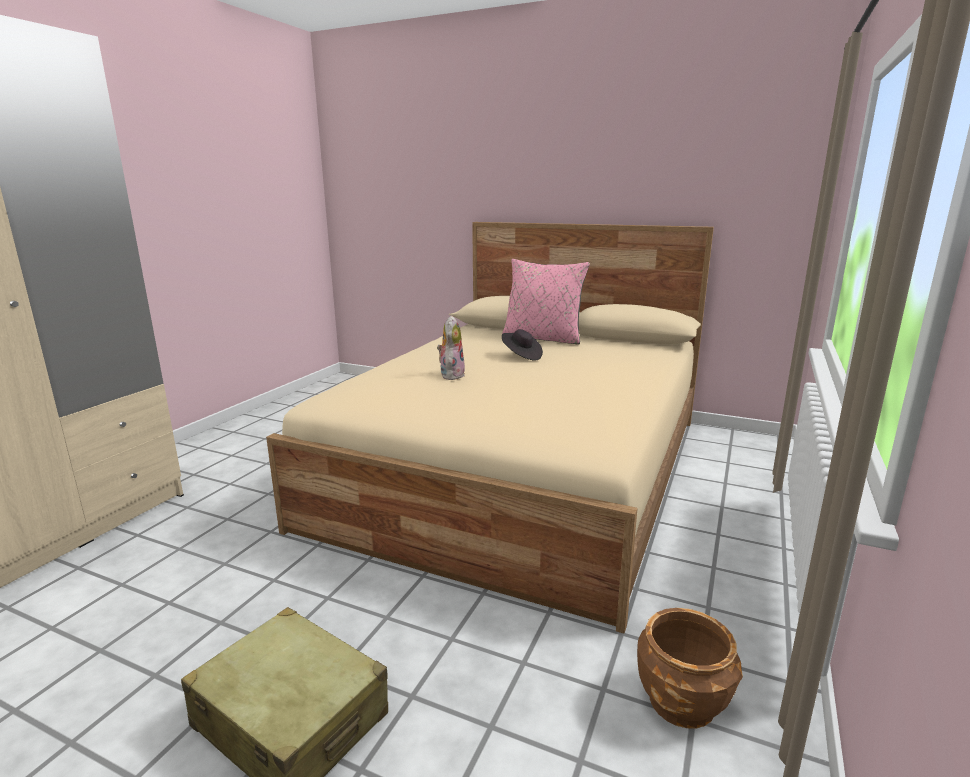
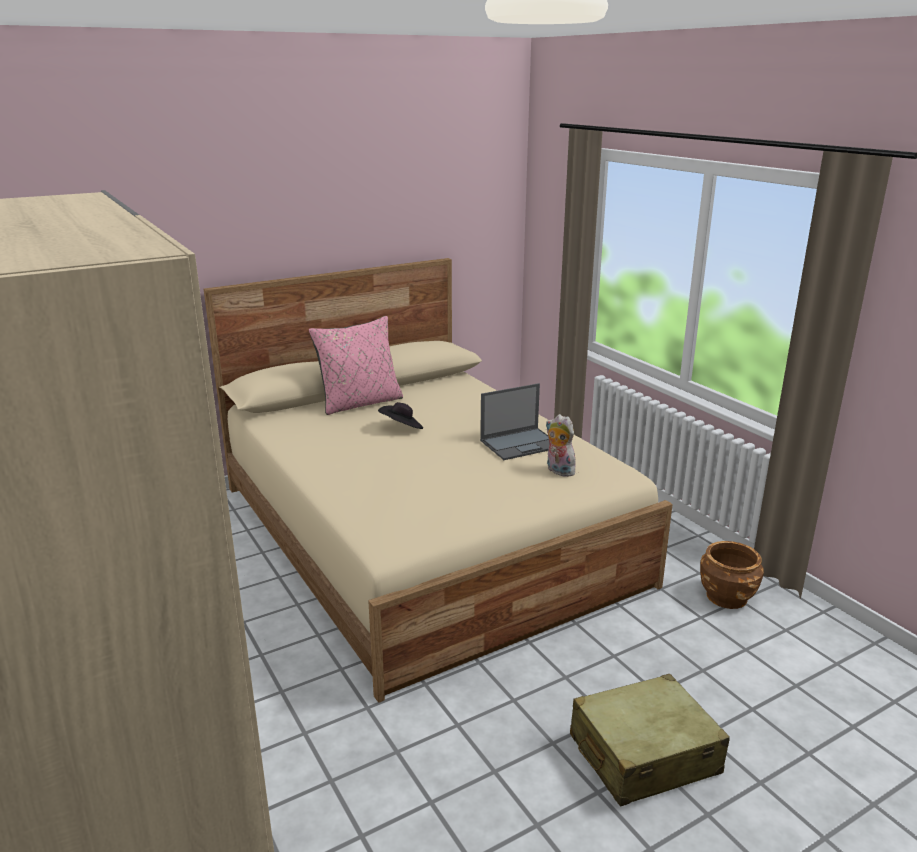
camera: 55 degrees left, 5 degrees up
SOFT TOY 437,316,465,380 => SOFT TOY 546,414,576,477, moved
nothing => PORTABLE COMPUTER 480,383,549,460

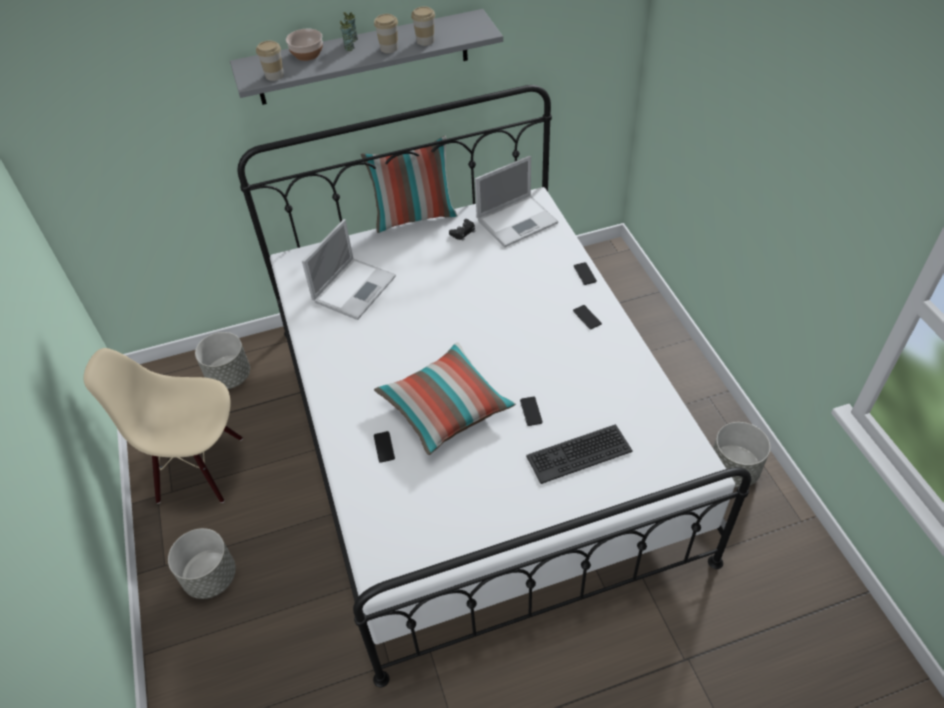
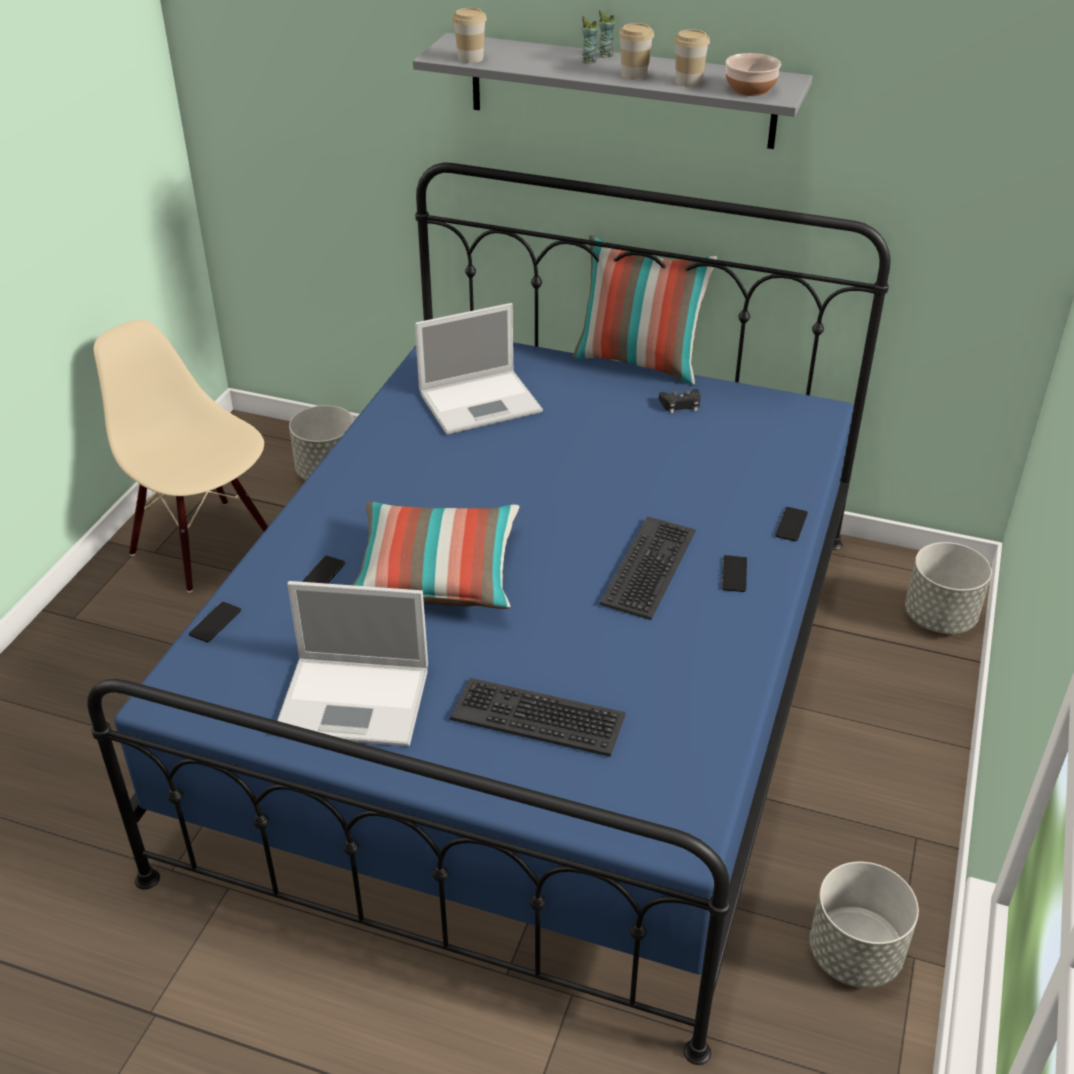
camera: 35 degrees right, 10 degrees down
SERVING BOWL 286,29,323,61 => SERVING BOWL 725,53,781,96, moved
WHITE BEDROOM BED 237,85,751,687 => BLUE BEDROOM BED 87,163,891,1065
PORTABLE COMPUTER 475,156,558,247 => PORTABLE COMPUTER 277,581,428,746, moved
PHONE 520,397,543,426 => PHONE 189,602,241,642, moved
GRAY PLANTER 168,528,236,599 => GRAY PLANTER 905,542,992,634, moved
nothing => PC KEYBOARD 600,516,696,620

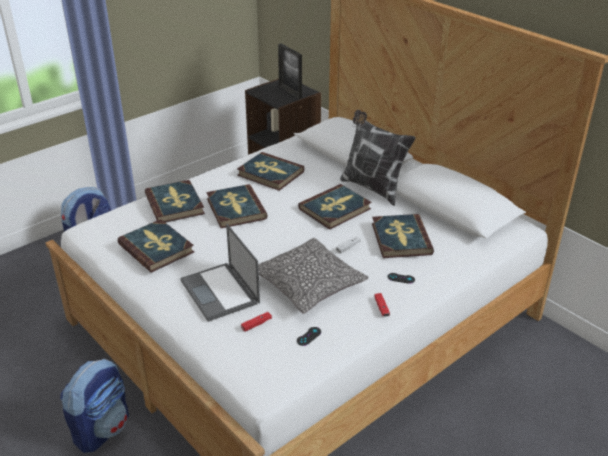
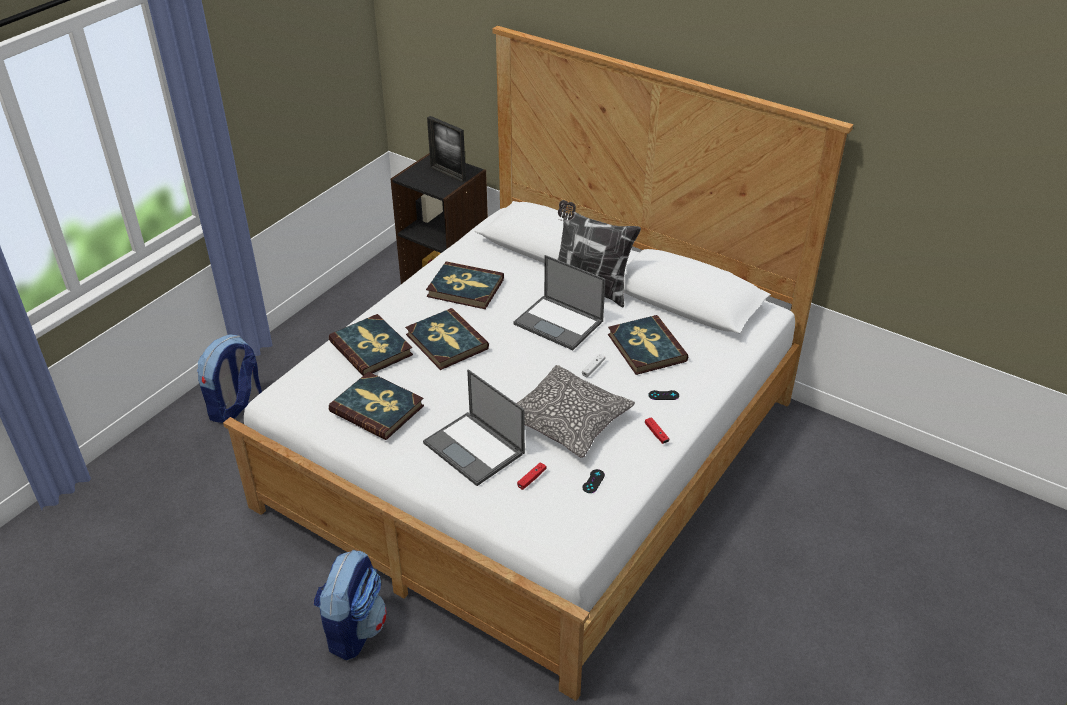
camera: 15 degrees left, 5 degrees up
VOLUME 298,184,371,230 => PORTABLE COMPUTER 513,255,605,350

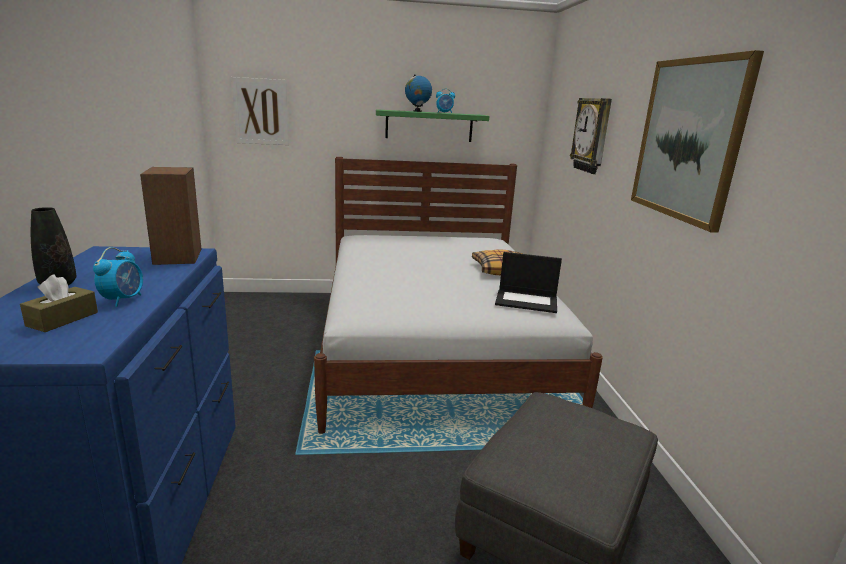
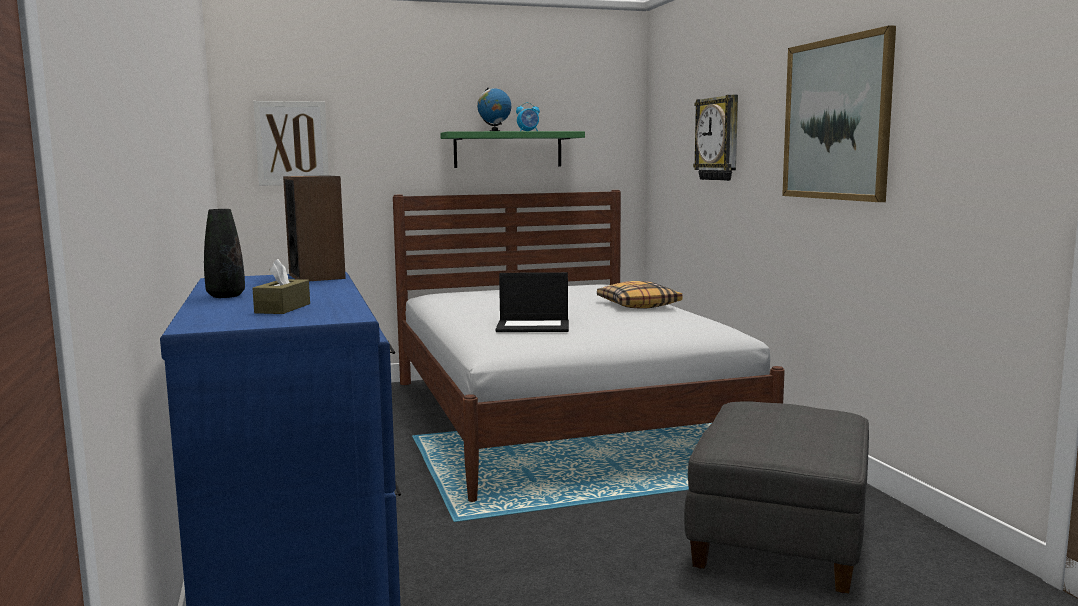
camera: 10 degrees left, 10 degrees down
TABLE CLOCK 93,247,143,307 => nothing
PORTABLE COMPUTER 495,252,562,313 => PORTABLE COMPUTER 495,272,569,332, moved

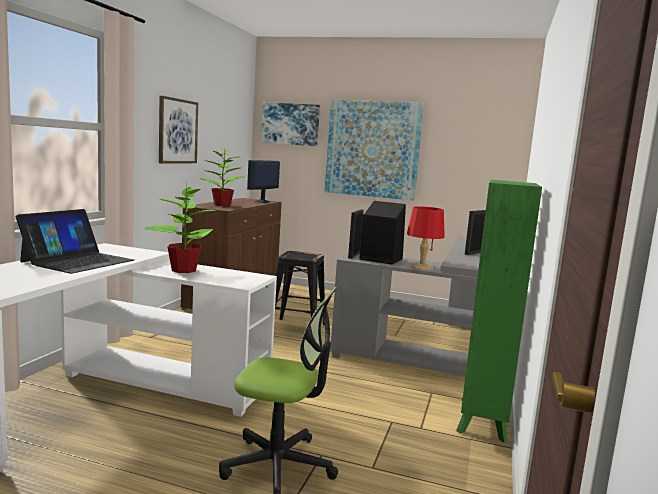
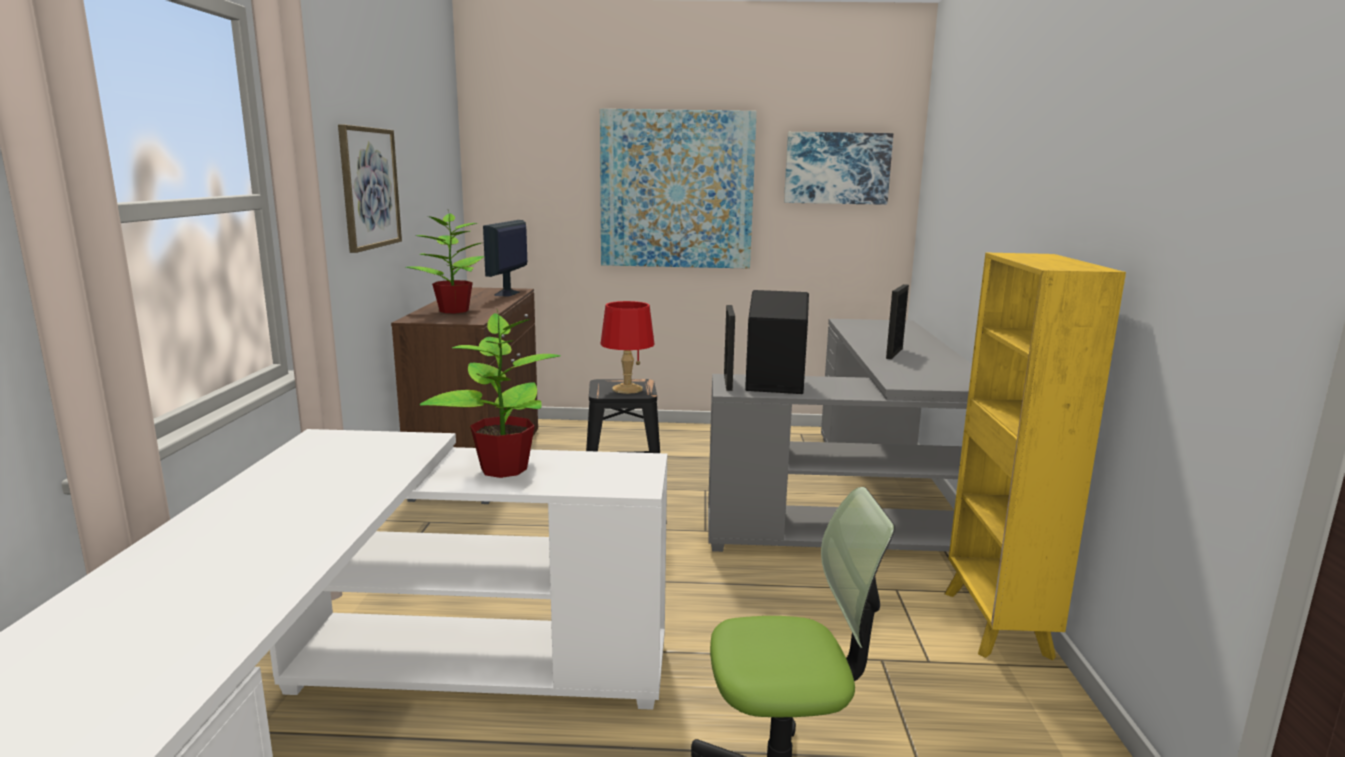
camera: 15 degrees left, 5 degrees up
PICTURE 261,102,320,146 => PICTURE 784,132,893,205, moved
GREEN-COLOURED SHELVING UNIT 456,180,542,443 => YELLOWISH SHELVING UNIT 944,253,1126,660
RED-COLOURED LAMP FOR A TABLE 407,206,445,270 => RED-COLOURED LAMP FOR A TABLE 600,301,654,394, moved
PORTABLE COMPUTER 16,209,134,274 => nothing

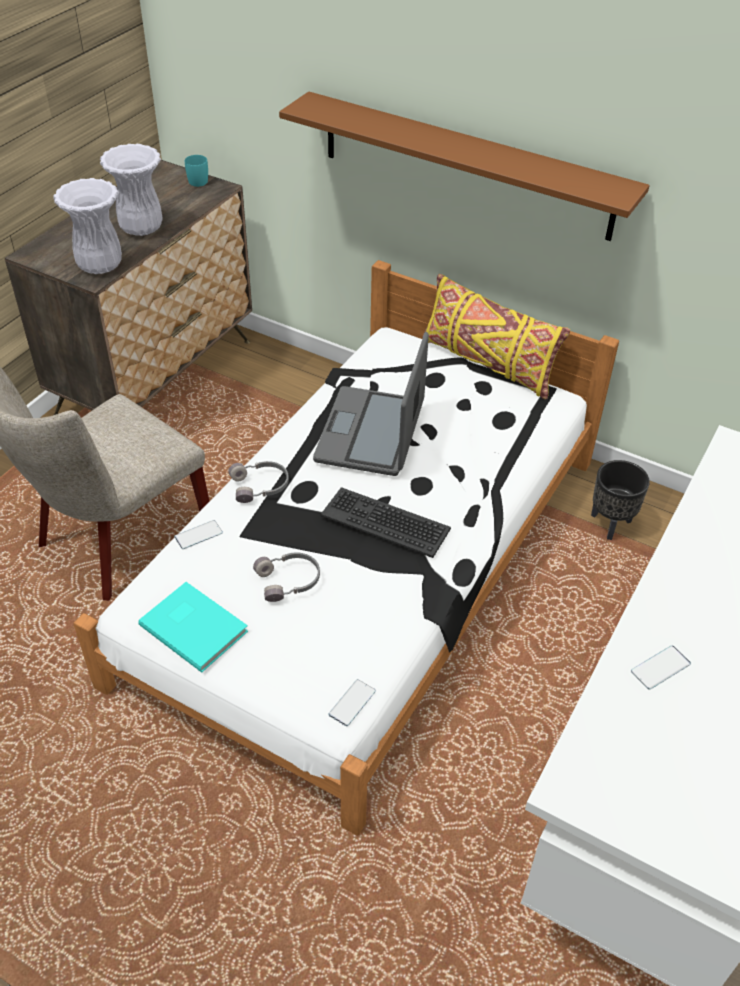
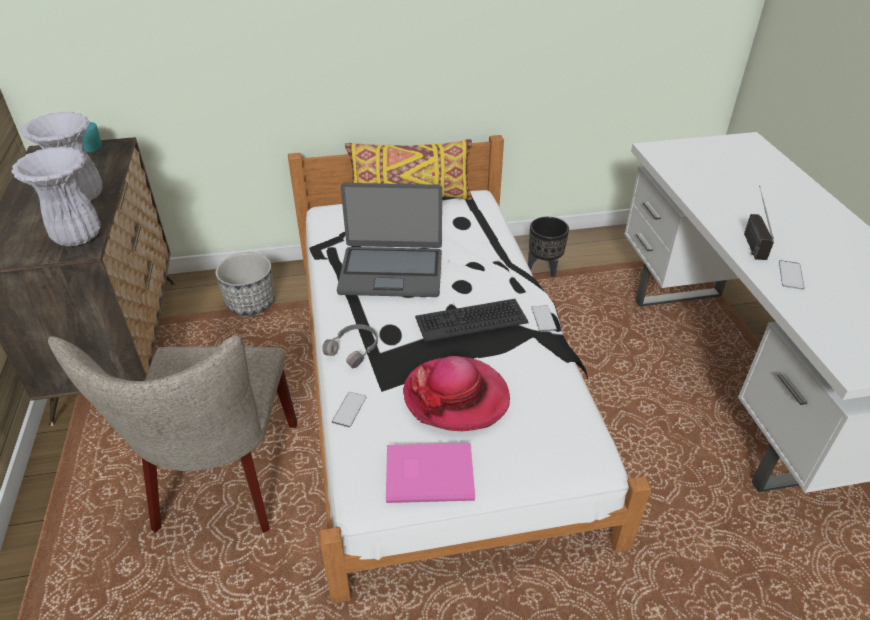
camera: 40 degrees left, 5 degrees down
BROWN-COLOURED WALL SHELF 279,92,650,241 => nothing
PORTABLE COMPUTER 313,332,429,476 => PORTABLE COMPUTER 337,183,442,297, 60 degrees counterclockwise
GRAY HEADPHONES 253,552,320,602 => CLOTHING HAT 403,356,510,431
TURQUOISE-COLOURED VOLUME 138,582,248,673 => PINK-COLOURED VOLUME 386,443,475,503
PHONE 328,679,376,726 => PHONE 531,305,557,332, moved
nothing => RADIO SET 744,186,774,260
nothing => PLANTER 215,253,275,316

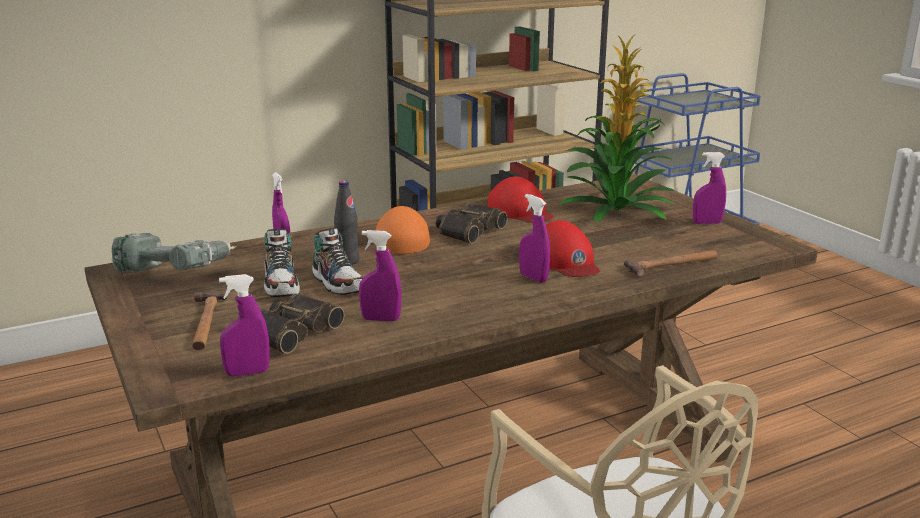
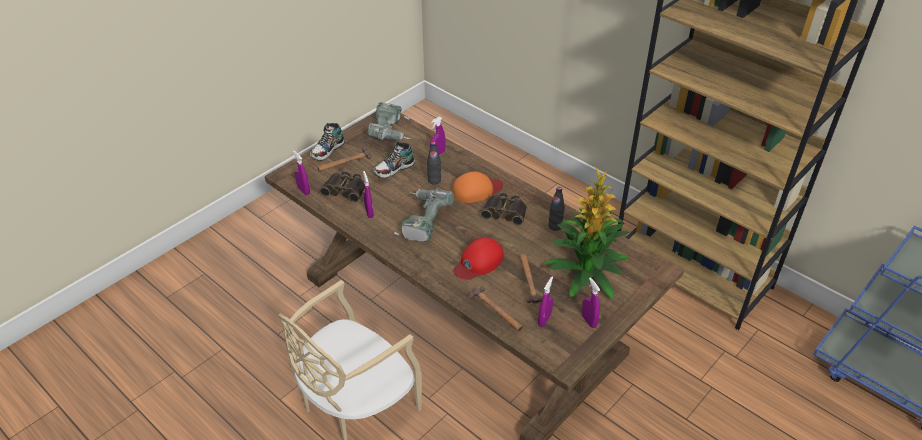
camera: 70 degrees right, 20 degrees up
RED-COLOURED CAP 488,176,554,223 => BLACKISH DRINK BOTTLE 548,187,565,231
PURPLISH SPRAYER 519,194,550,283 => PURPLISH SPRAYER 538,277,553,327, moved
ITEM OF FOOTWEAR 312,227,364,295 => ITEM OF FOOTWEAR 310,123,345,161, moved
nothing => ELECTRIC DRILL 394,189,454,241
nothing => TOOL HAMMER 520,254,543,304

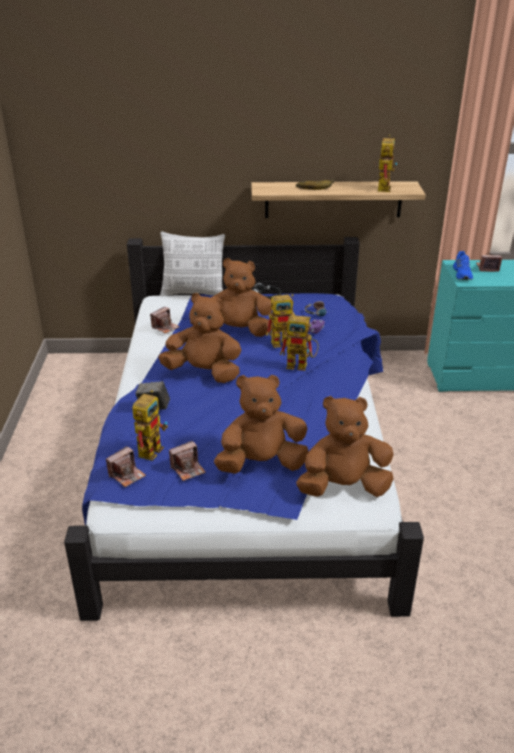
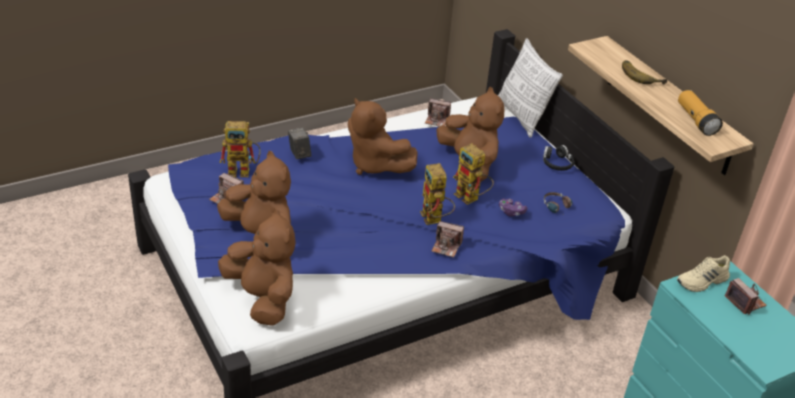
camera: 60 degrees right, 5 degrees up
MODEL ROBOT 373,135,397,192 => HAND TORCH 678,90,723,136
BLUE ITEM OF FOOTWEAR 453,251,473,280 => BEIGE ITEM OF FOOTWEAR 677,255,730,292
BROWN-COLOURED SOFT TOY 158,293,241,383 => BROWN-COLOURED SOFT TOY 348,98,418,175, 150 degrees clockwise
STILL CAMERA 106,446,146,487 => STILL CAMERA 431,221,464,258, moved

